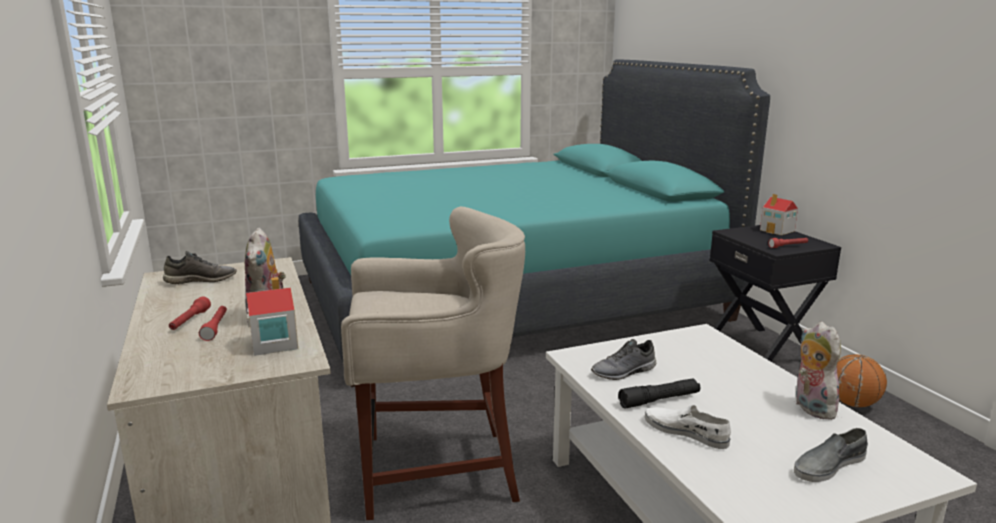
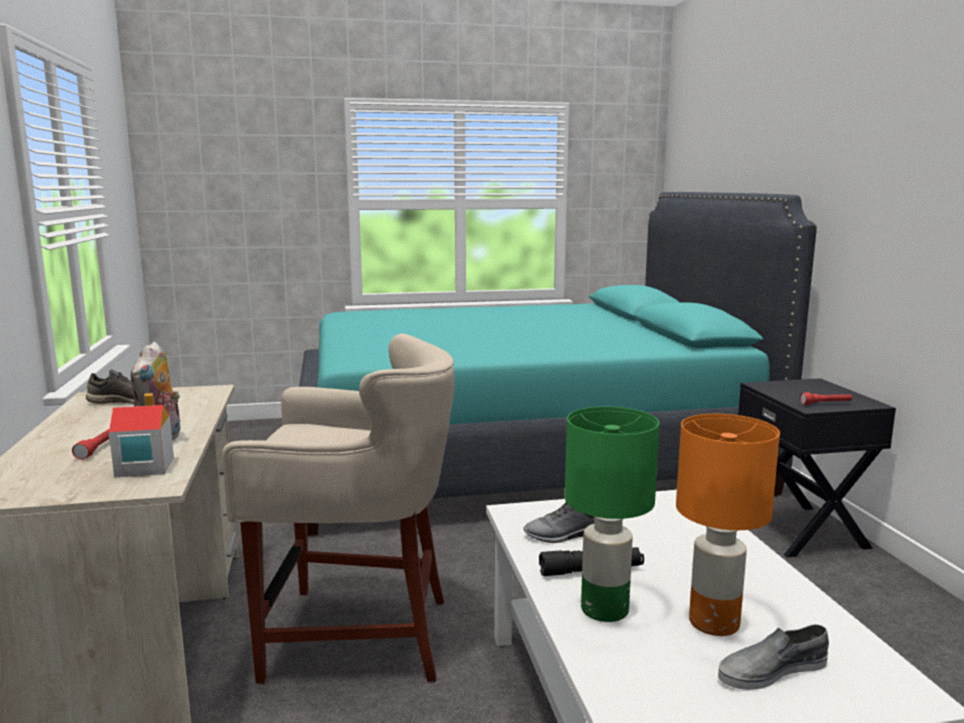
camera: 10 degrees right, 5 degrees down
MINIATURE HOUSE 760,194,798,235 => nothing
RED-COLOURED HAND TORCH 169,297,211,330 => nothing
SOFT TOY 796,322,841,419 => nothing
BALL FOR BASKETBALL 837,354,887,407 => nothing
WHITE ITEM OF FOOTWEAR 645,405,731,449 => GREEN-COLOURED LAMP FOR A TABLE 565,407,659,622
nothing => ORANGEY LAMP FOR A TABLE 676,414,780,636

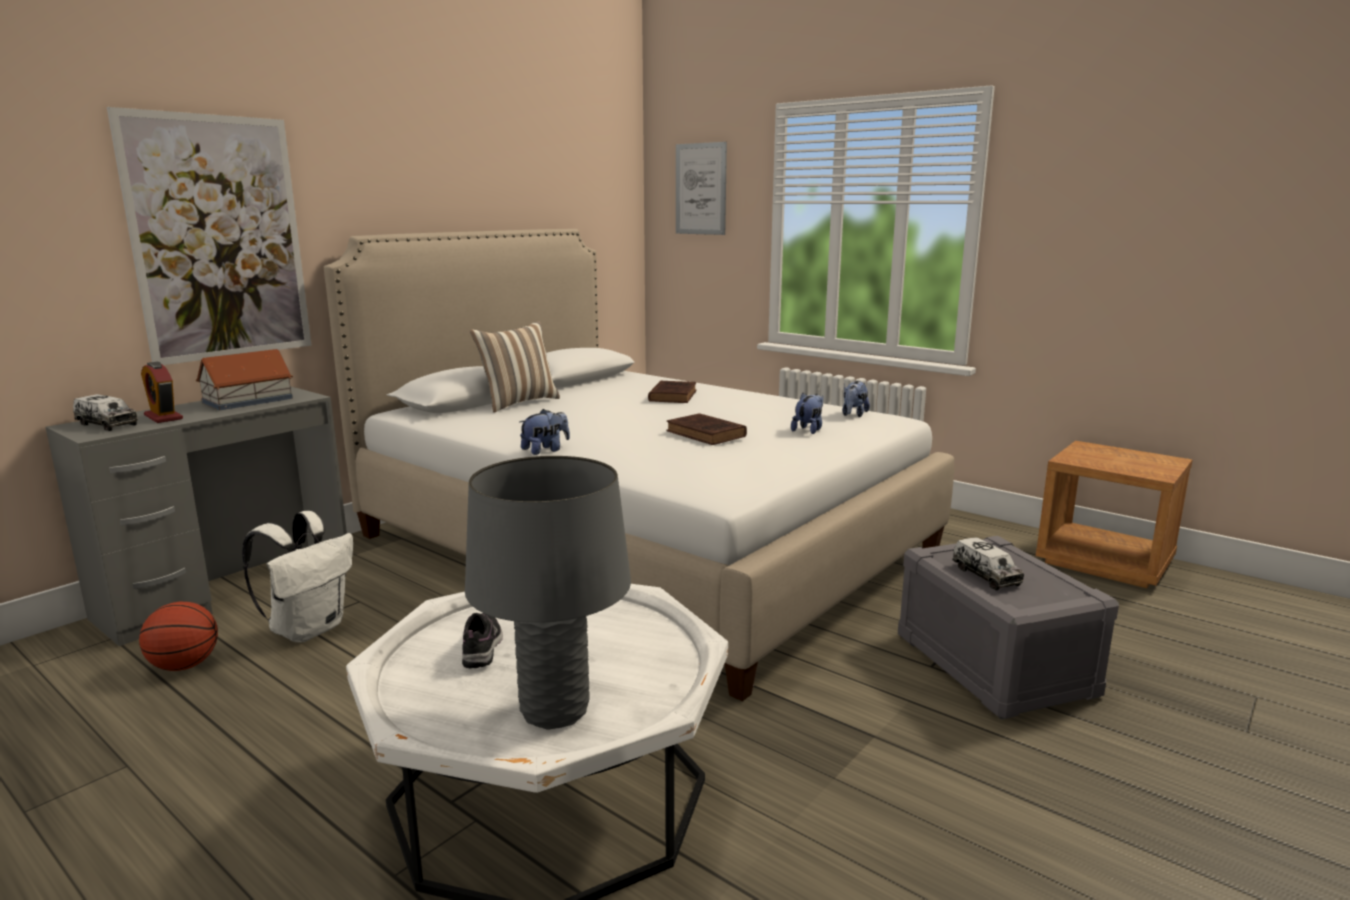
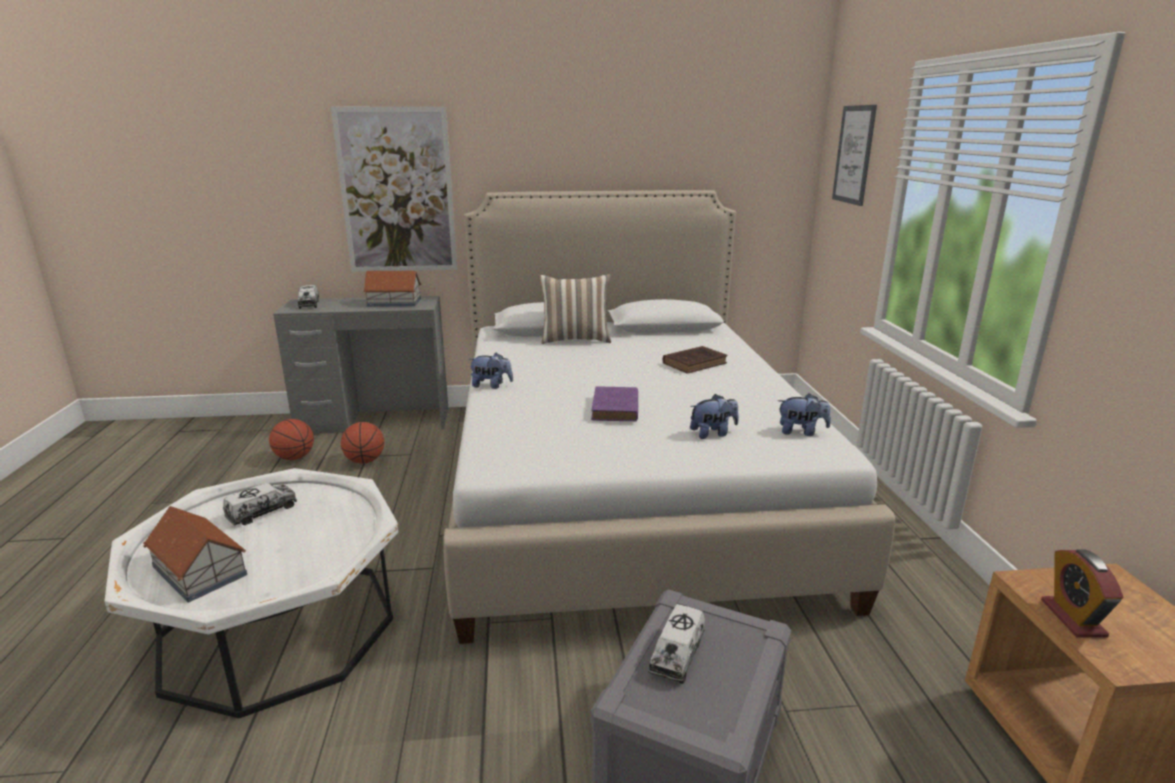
camera: 45 degrees right, 5 degrees up
TABLE CLOCK 141,362,183,423 => TABLE CLOCK 1041,549,1123,638, moved
SOFT TOY 842,381,870,417 => SOFT TOY 778,393,831,436, 150 degrees counterclockwise
BROWN-COLOURED VOLUME 666,413,747,445 => PURPLISH VOLUME 591,386,638,422
GRAY LAMP FOR A TABLE 465,456,631,729 => MINIATURE HOUSE 143,506,247,602
WHITE RUCKSACK 242,511,353,642 => BALL FOR BASKETBALL 341,422,384,464
ITEM OF FOOTWEAR 462,613,503,669 => TOY LORRY 223,483,297,526

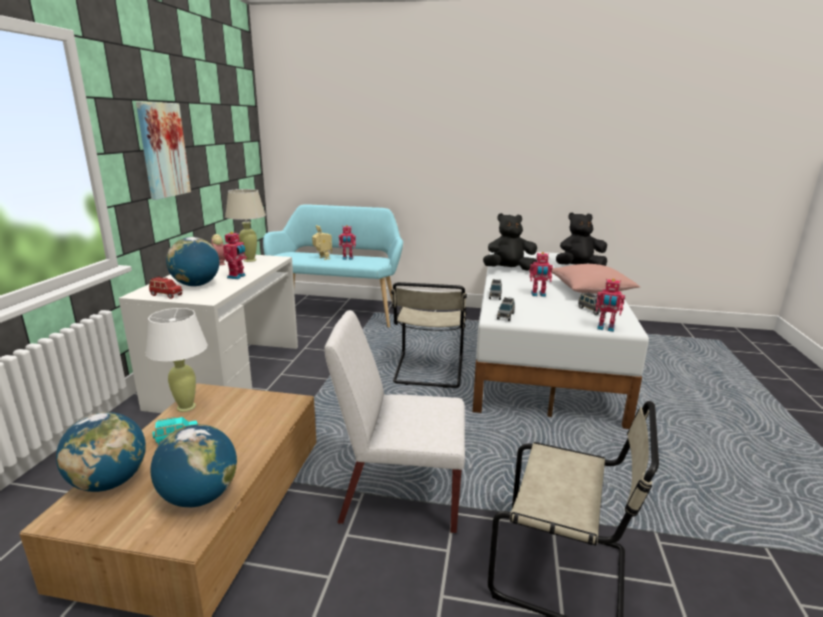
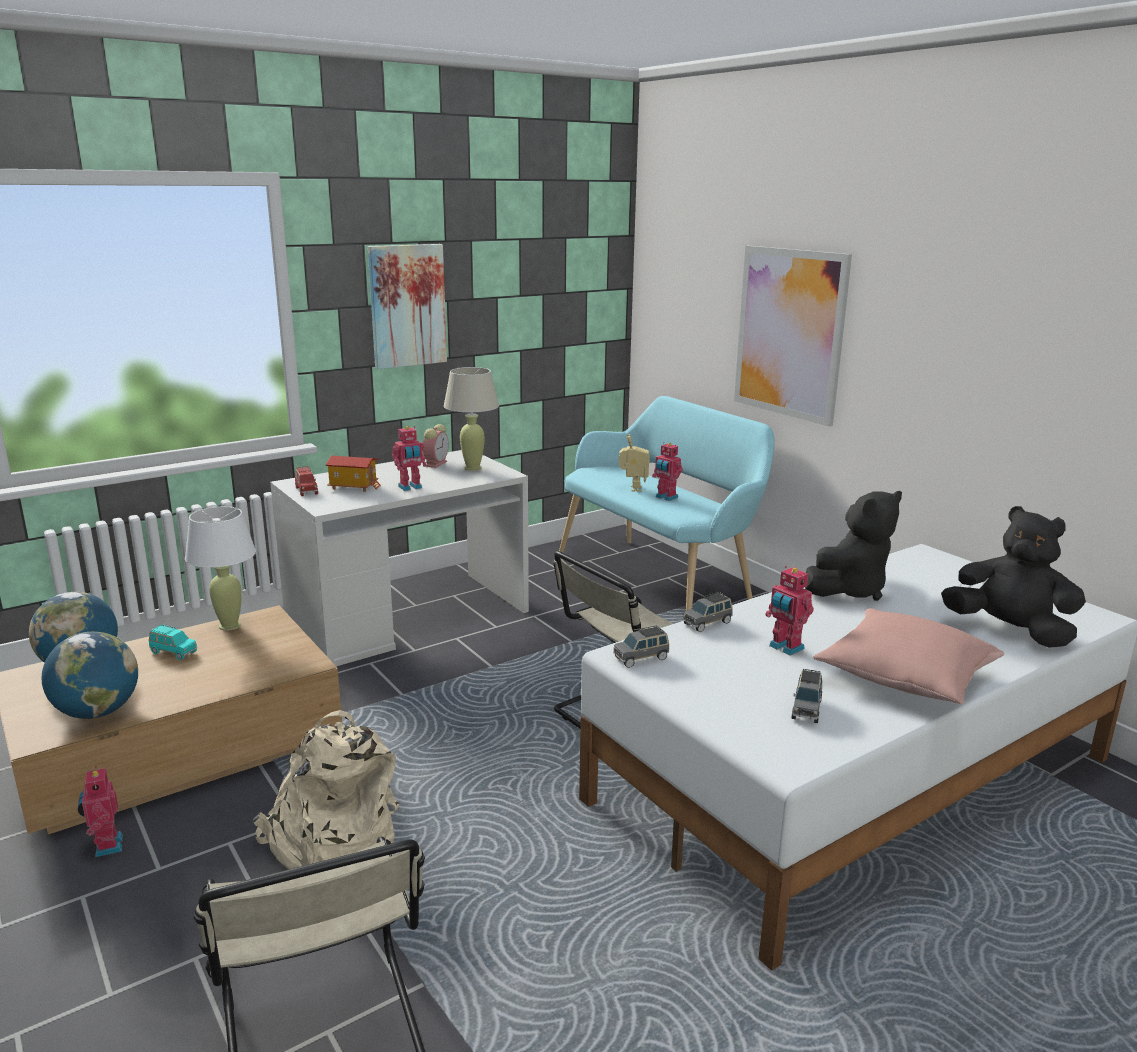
camera: 45 degrees right, 0 degrees up
BLACKISH SOFT TOY 483,213,537,271 => BLACKISH SOFT TOY 805,491,902,601, 105 degrees clockwise
GLOBE 166,237,220,286 => MINIATURE HOUSE 325,456,381,492
MODEL ROBOT 596,279,625,332 => MODEL ROBOT 78,766,123,857, moved
WHITE PLAIN CHAIR 324,310,465,533 => BEIGE RUCKSACK 252,710,399,870
nothing => PICTURE 734,246,852,427

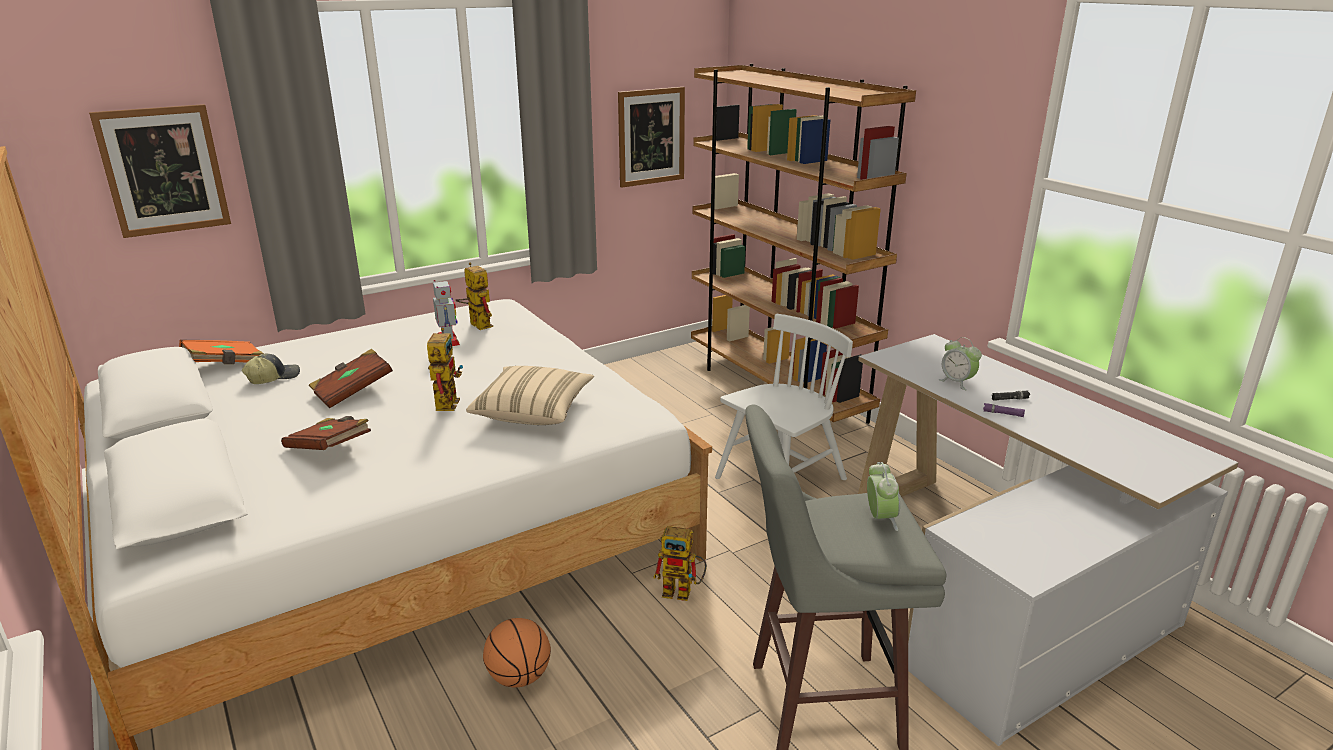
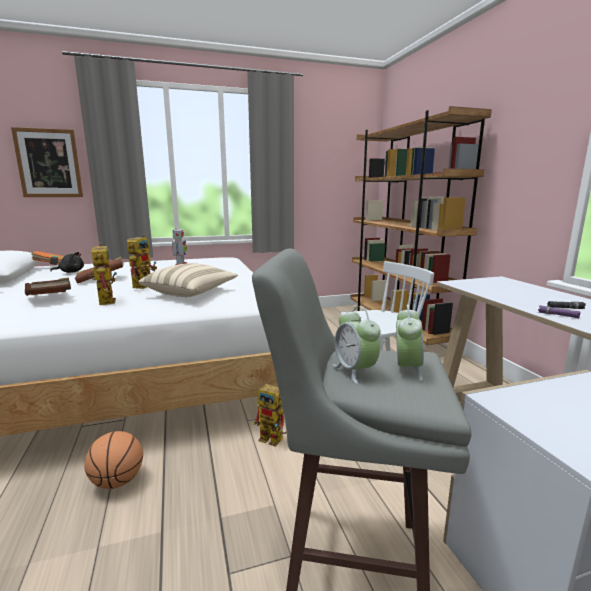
camera: 15 degrees right, 10 degrees down
PICTURE 618,87,685,188 => nothing
MODEL ROBOT 456,262,493,330 => MODEL ROBOT 88,243,117,305, moved
TABLE CLOCK 938,337,982,390 => TABLE CLOCK 333,306,380,384, moved
CAP 242,354,300,384 => BLACKISH SOFT TOY 50,252,84,273

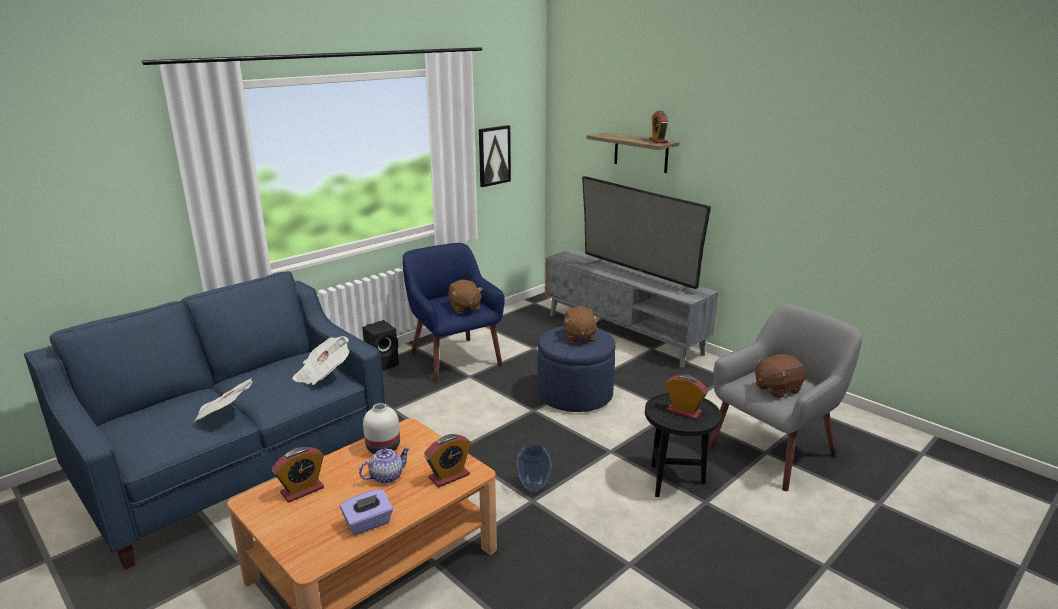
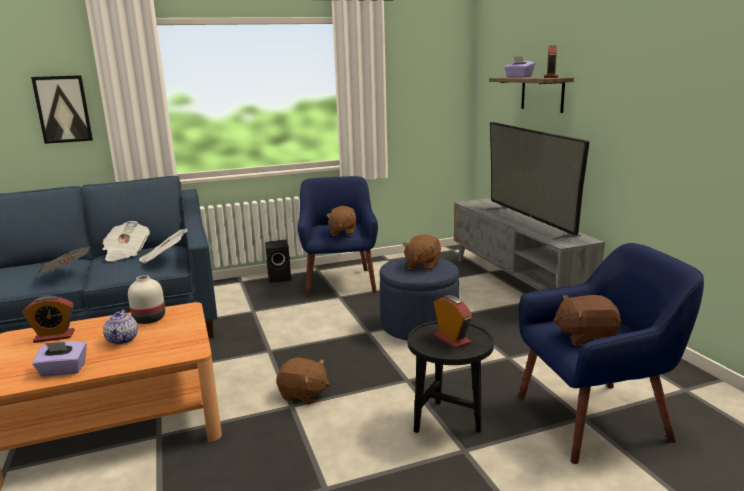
camera: 25 degrees right, 5 degrees down
PICTURE 479,125,511,187 => PICTURE 31,75,93,144, moved
GRAY EASY CHAIR 709,305,862,491 => BLUE EASY CHAIR 518,243,704,464
TABLE CLOCK 424,434,471,488 => nothing
DECORATIVE VASE 516,445,552,492 => BROWN-COLOURED SOFT TOY 276,358,330,405
TEA POT 359,447,410,484 => TEA POT 103,310,138,345, 90 degrees clockwise
nothing => PURPLISH TISSUE HOLDER 504,56,535,78
nothing => PRINTED PAPER 102,221,150,261

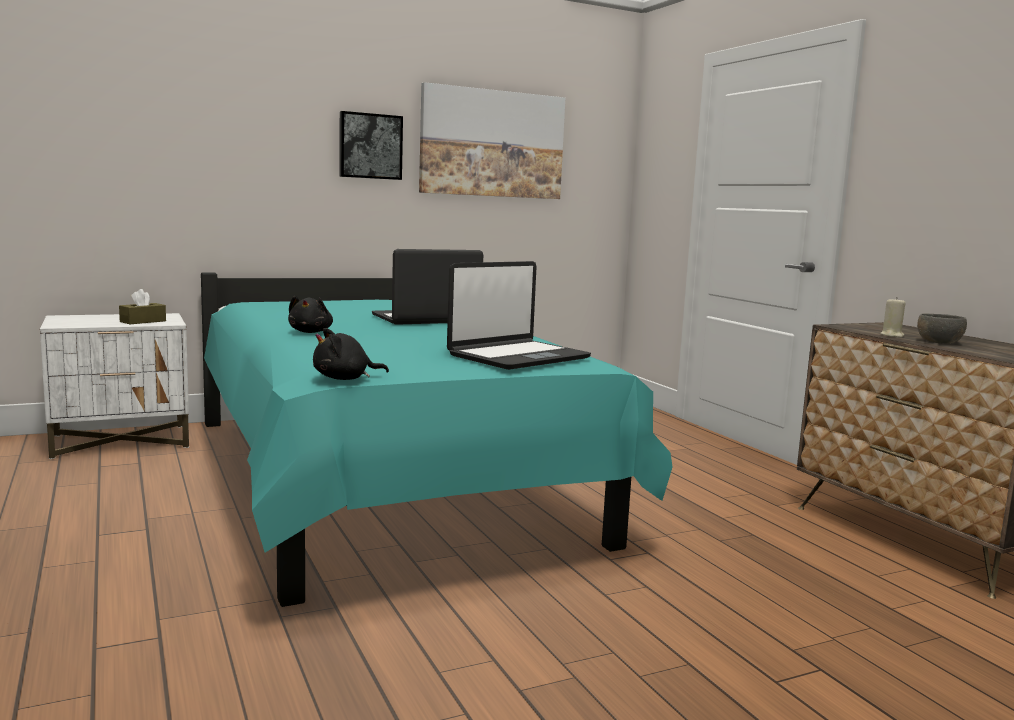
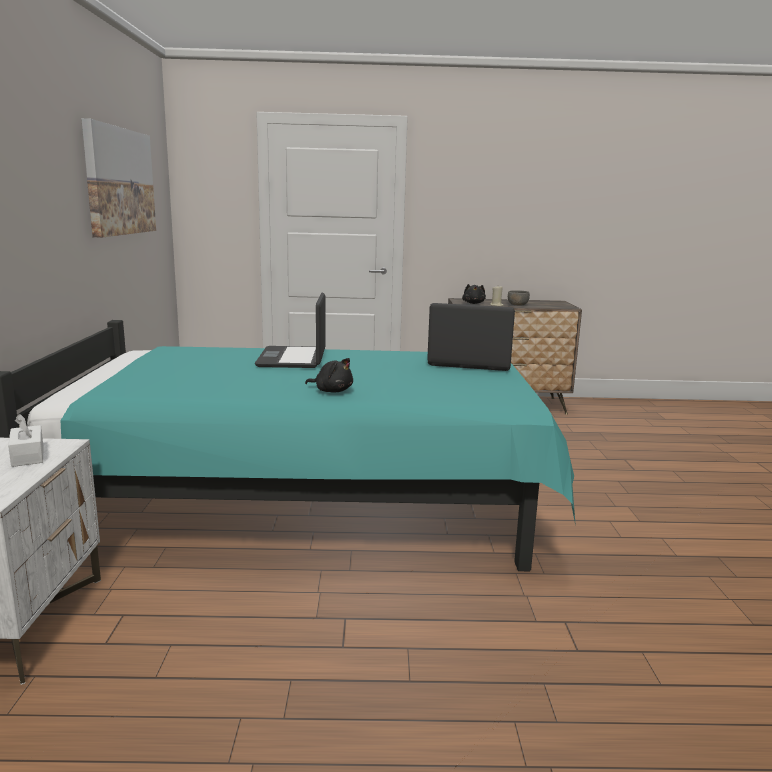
camera: 65 degrees left, 5 degrees up
PICTURE 339,111,403,180 => nothing
PORTABLE COMPUTER 447,261,591,370 => PORTABLE COMPUTER 427,303,515,371, 60 degrees counterclockwise
BROWN-COLOURED TISSUE HOLDER 119,289,166,324 => WHITE TISSUE HOLDER 8,414,43,467
BLACKISH SOFT TOY 313,328,389,380 => BLACKISH SOFT TOY 462,284,486,304, moved

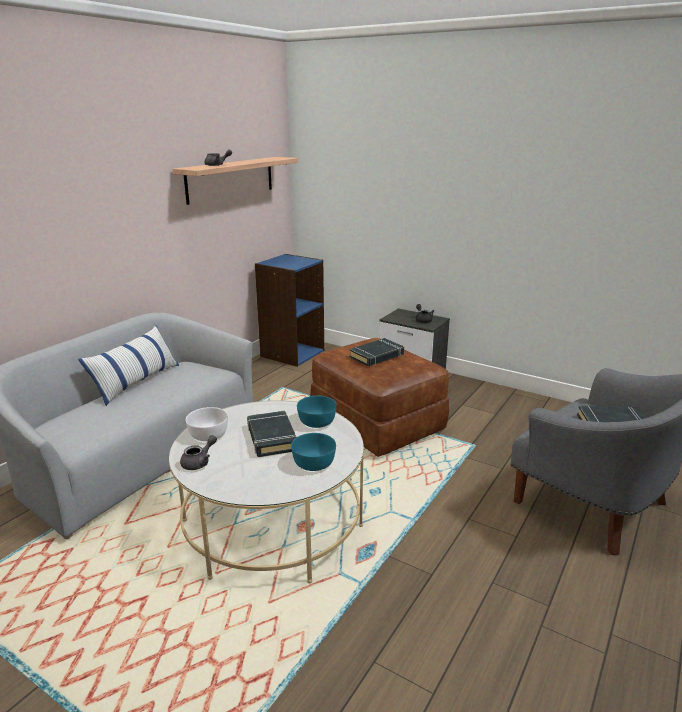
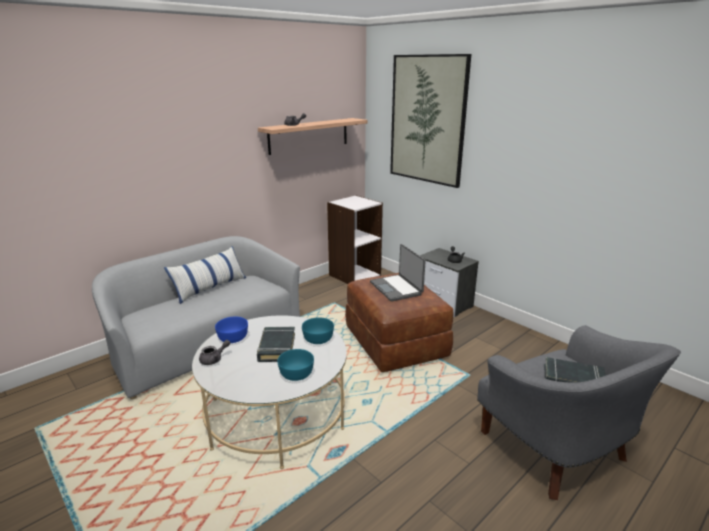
camera: 15 degrees right, 0 degrees up
BLUE SHELVING UNIT 255,254,324,367 => WHITE SHELVING UNIT 327,195,383,284
BLACKISH VOLUME 349,338,404,367 => PORTABLE COMPUTER 370,244,426,302
WHITE SERVING BOWL 186,407,228,441 => BLUE SERVING BOWL 215,317,248,343
nothing => PICTURE 390,54,471,188

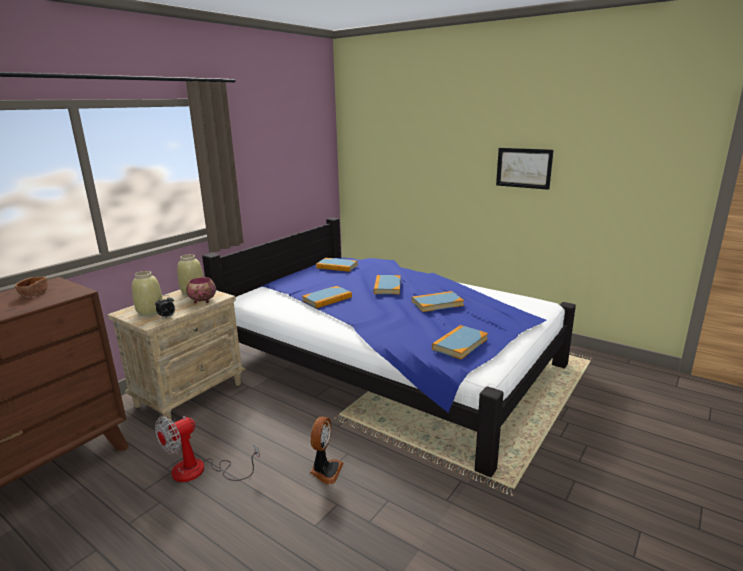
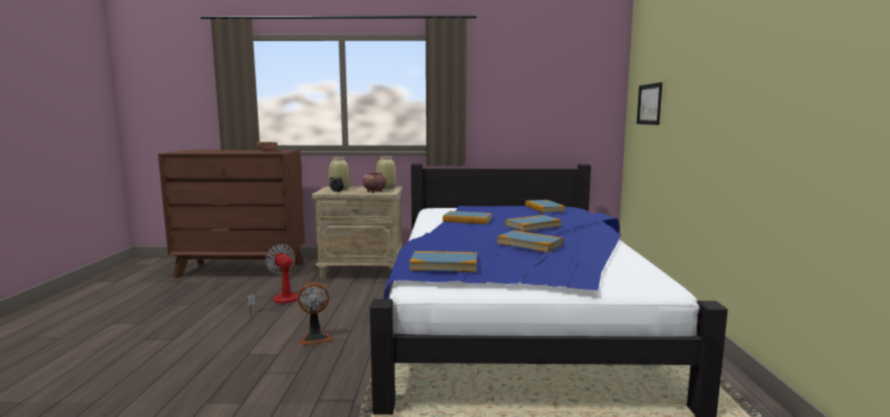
camera: 55 degrees right, 10 degrees down
PICTURE 496,148,554,190 => PICTURE 637,82,662,125, moved
ELECTRIC FAN 155,416,260,482 => ELECTRIC FAN 247,244,298,317, 45 degrees clockwise

